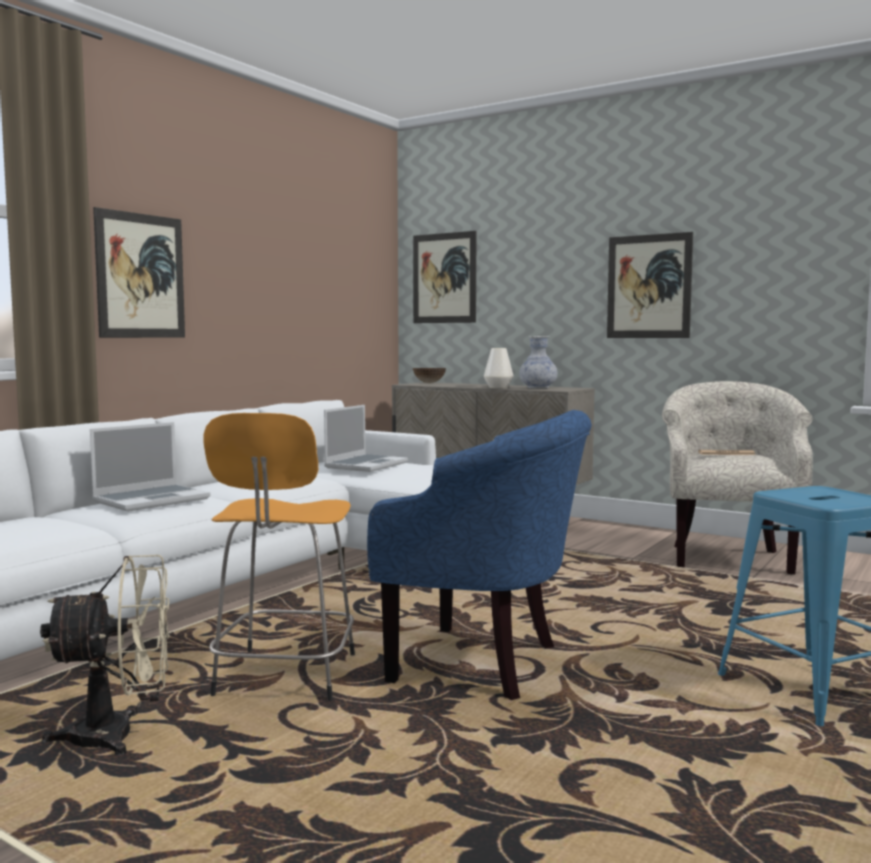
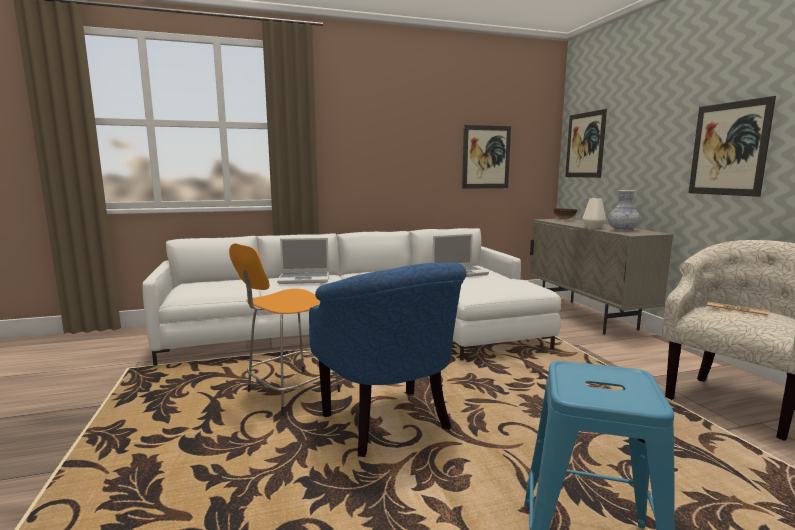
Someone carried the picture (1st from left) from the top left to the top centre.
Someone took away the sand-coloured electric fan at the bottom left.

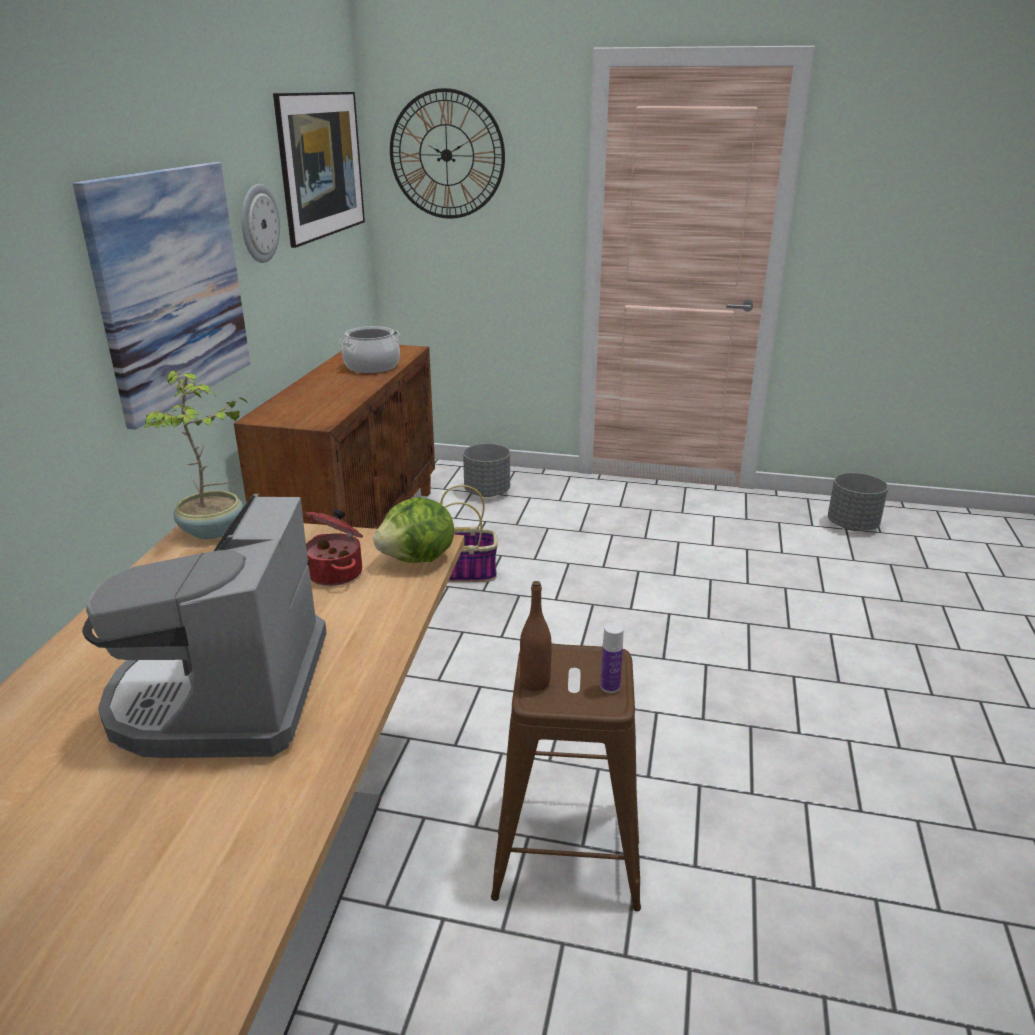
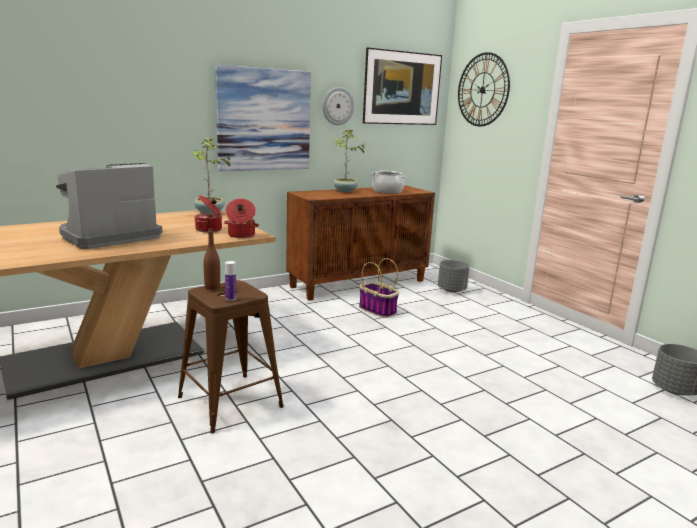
Someone swapped the lettuce at the centre for the saucepot (2nd from left) at the centre.
Someone put down the plant in a pot (2nd from left) at the top centre.

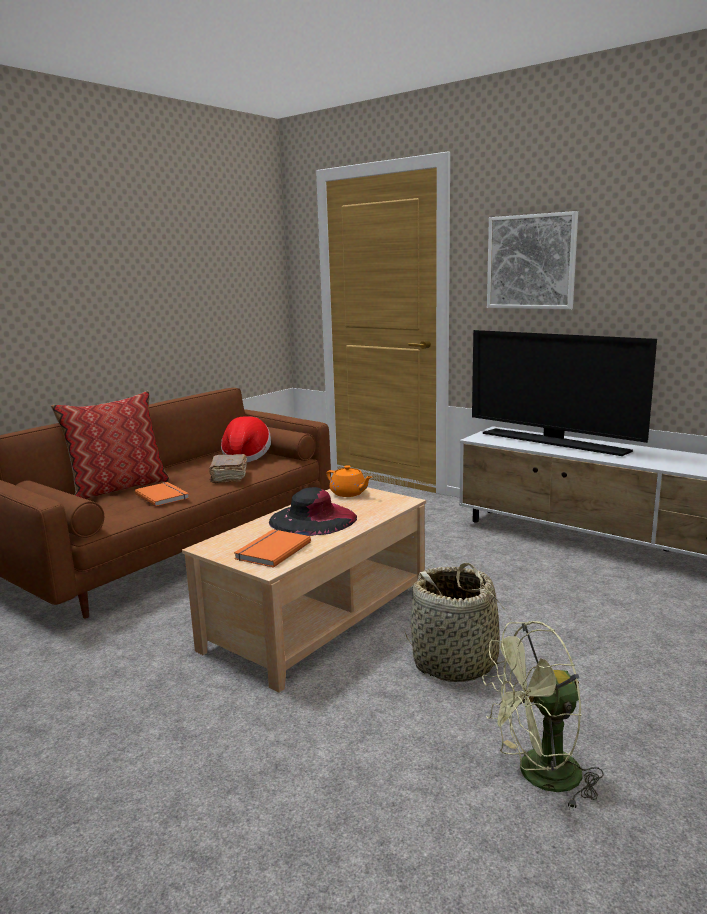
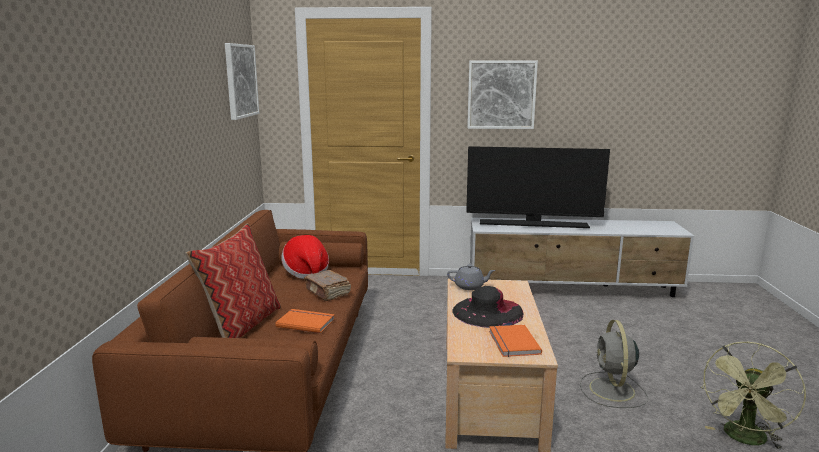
Someone put up the picture (1st from left) at the top left.
Someone repainted the orangey pot for tea at the centre, which became the gray pot for tea at the centre.
Someone swapped the storage basket at the bottom centre for the gray electric fan at the bottom right.

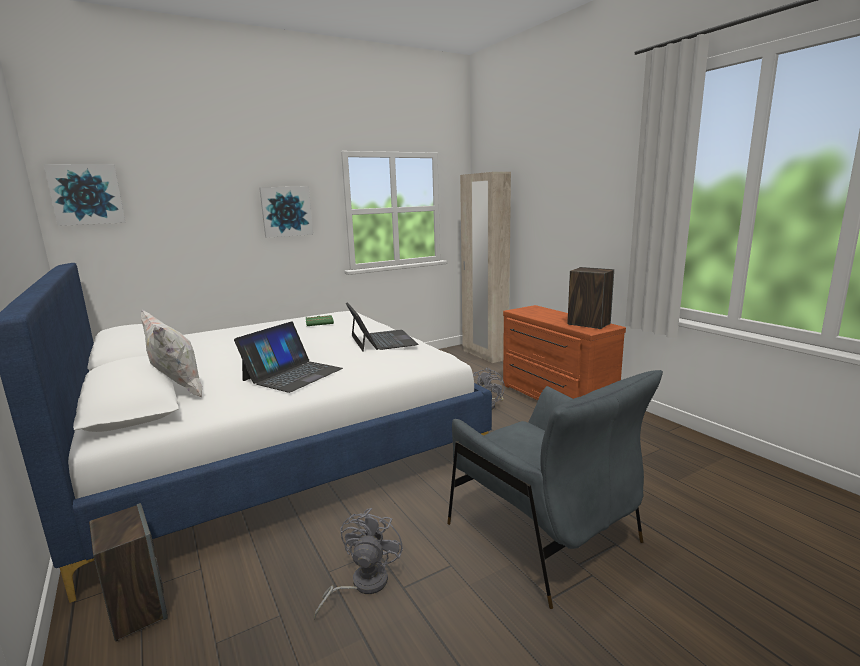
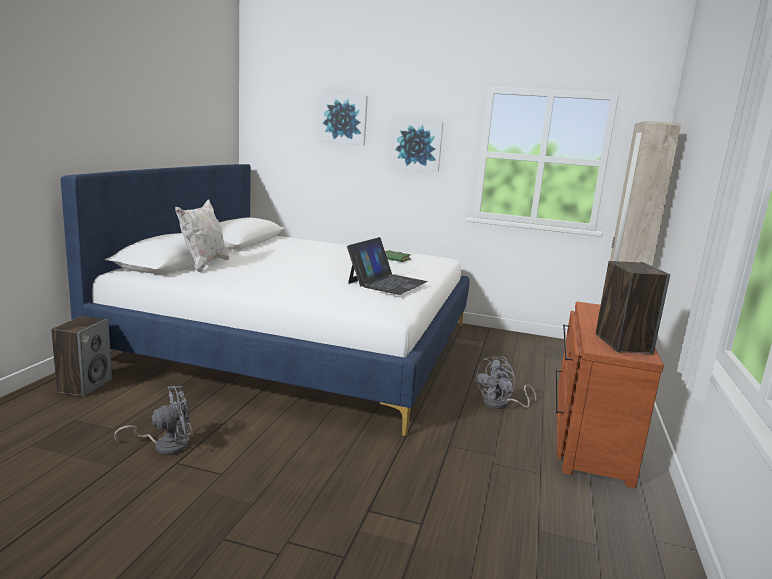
Someone carried the picture (1st from left) from the top left to the top centre.
Someone took away the notebook computer (1st from left) at the centre.
Someone took away the gray easy chair at the bottom centre.

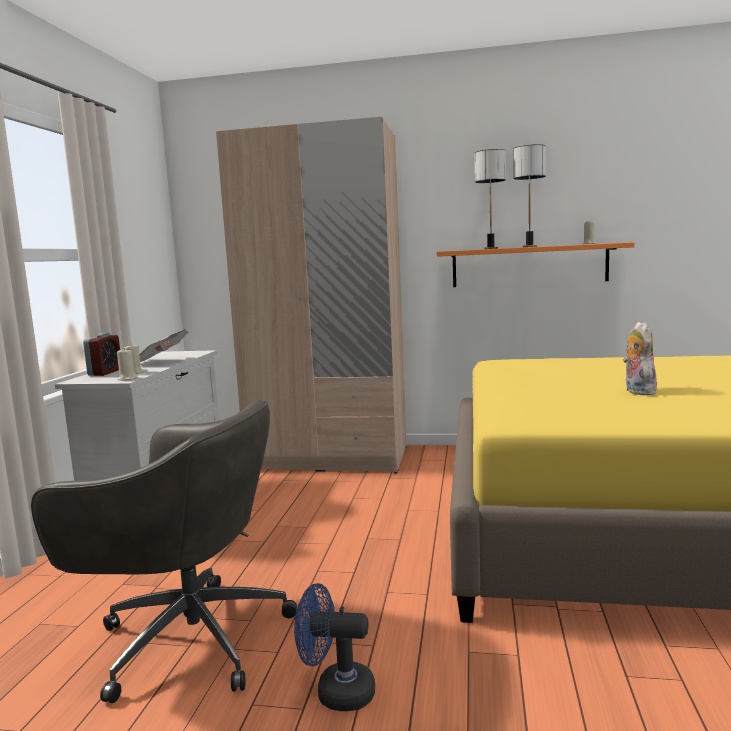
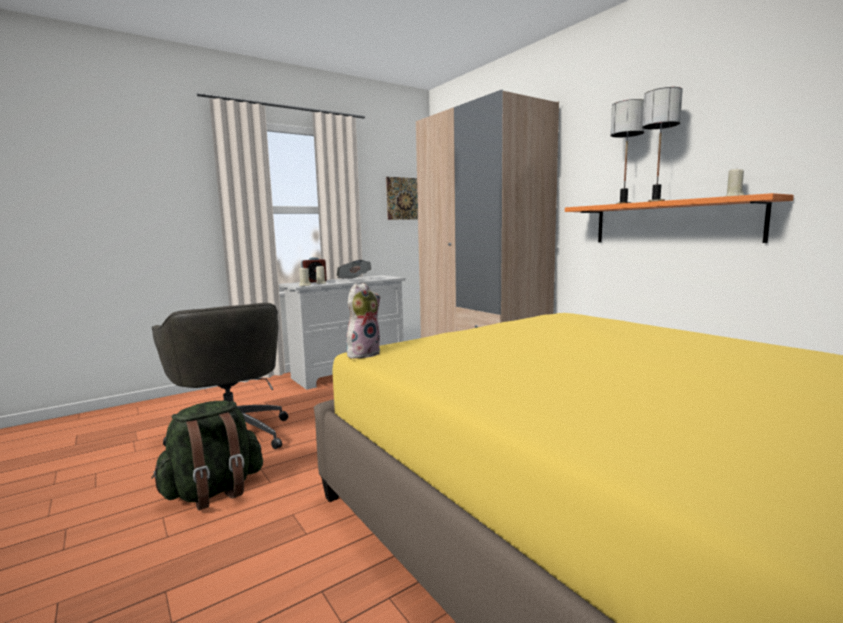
Someone swapped the blue-coloured electric fan at the bottom centre for the green backpack at the bottom left.
Someone carried the soft toy from the middle right to the centre.
Someone put up the picture at the top centre.

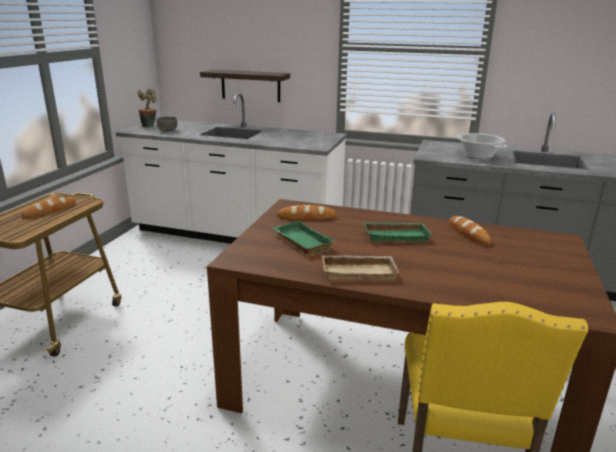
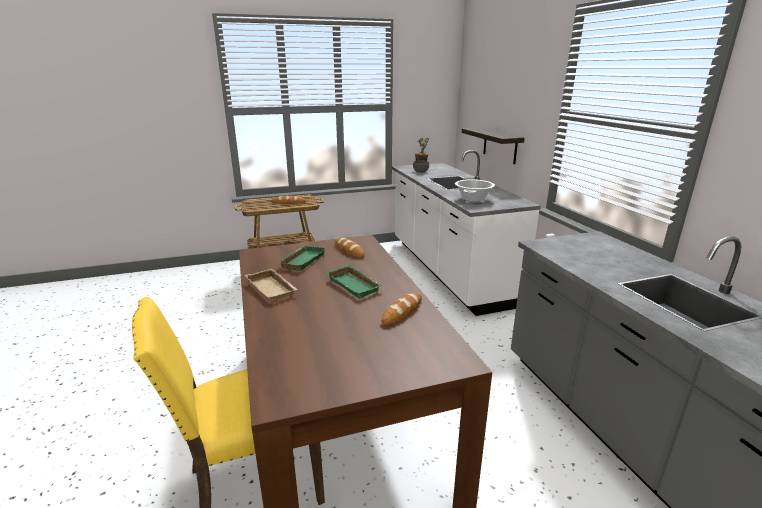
Someone carried the saucepot from the top right to the centre.

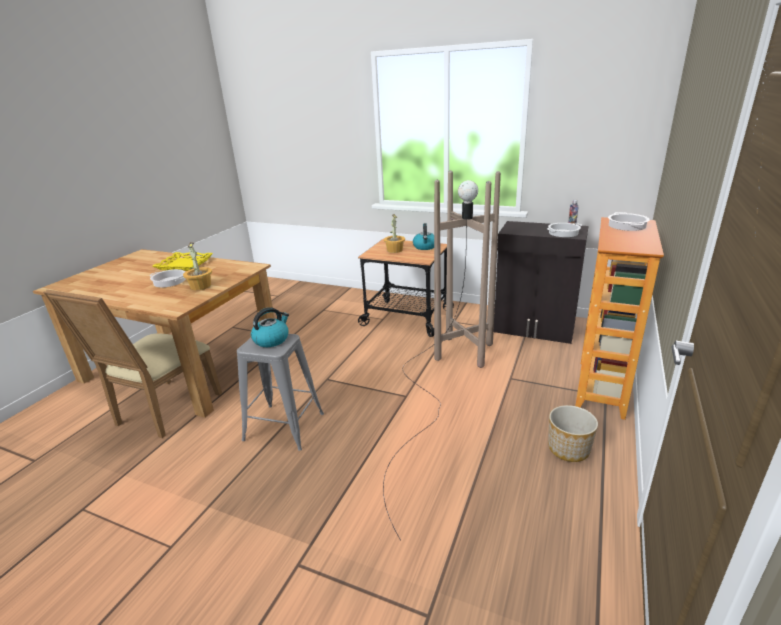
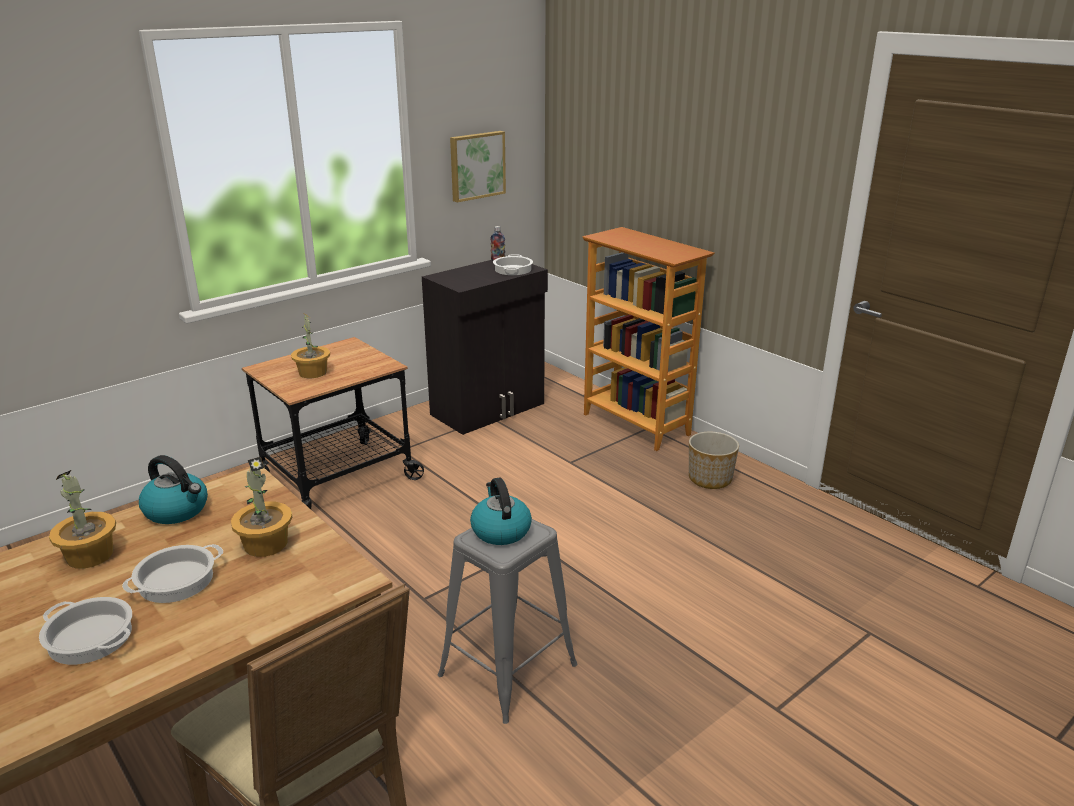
Someone carried the saucepot (3rd from left in the first image) from the middle right to the bottom left.
Someone swapped the yellow carrying tray at the middle left for the plant in a pot (1st from left) at the middle left.
Someone carried the kettle (2nd from left in the first image) from the centre to the middle left.
Someone put up the picture at the top centre.
Someone took away the brown standing lamp at the centre.

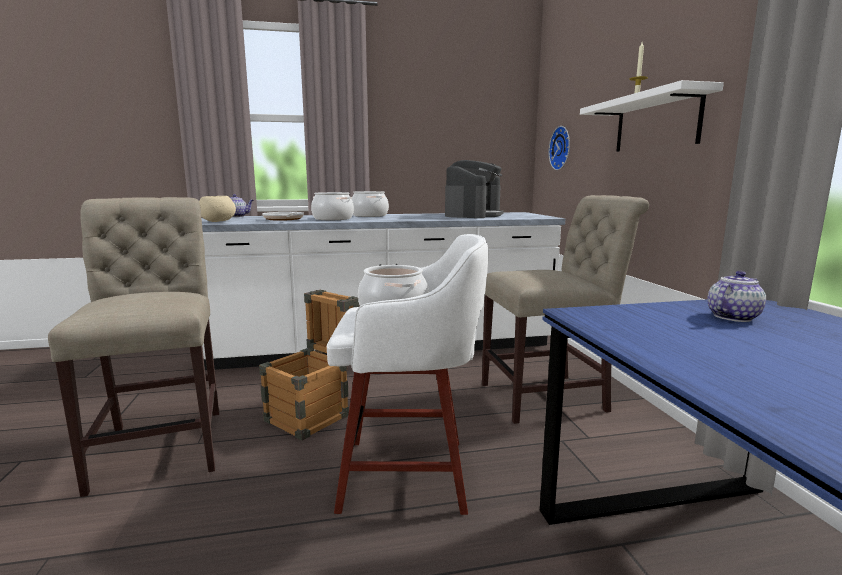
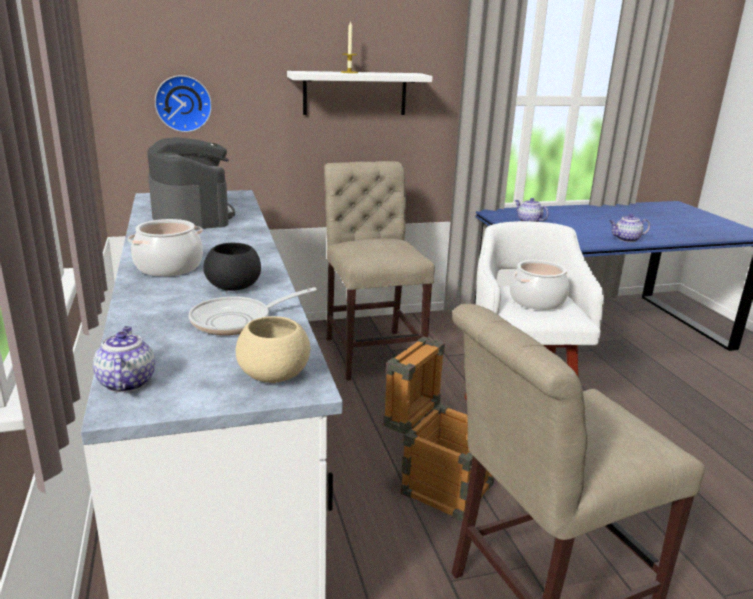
Someone rotated the coffee machine at the top centre by 45 degrees clockwise.
Someone swapped the saucepot (1st from left) at the centre for the blackish deep dish at the middle left.
Someone put down the pot for tea (3rd from left) at the middle right.

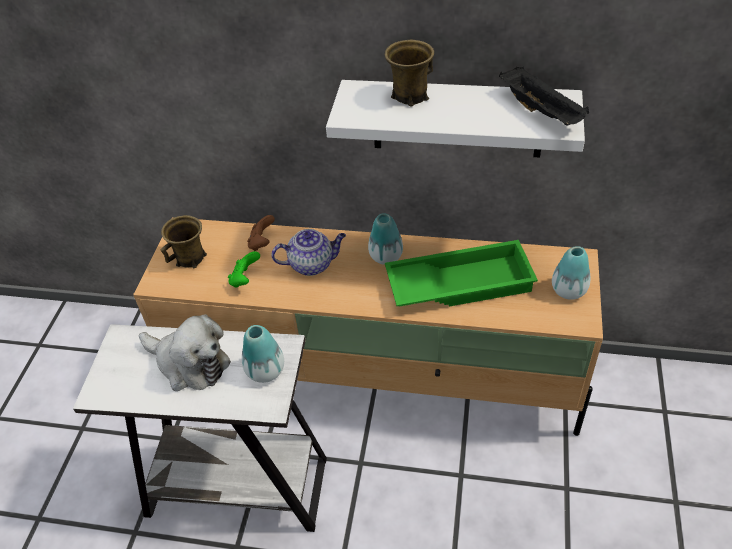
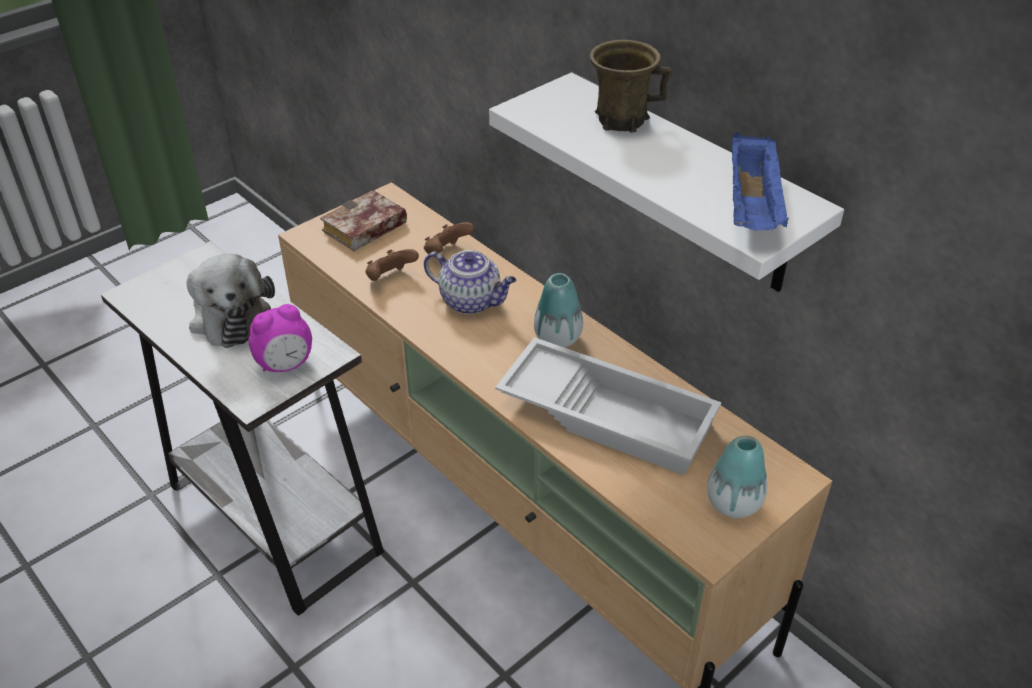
Someone swapped the decorative vase (1st from left) at the centre for the table clock at the middle left.
Someone swapped the brown mug (1st from left) at the middle left for the bound book at the top centre.
Someone repainted the green gamepad at the centre, which became the brown gamepad (1st from left) at the centre.
Someone repainted the green carrying tray at the centre, which became the whitish carrying tray at the centre.
Someone repainted the blackish carrying tray at the top right, which became the blue-coloured carrying tray at the top right.

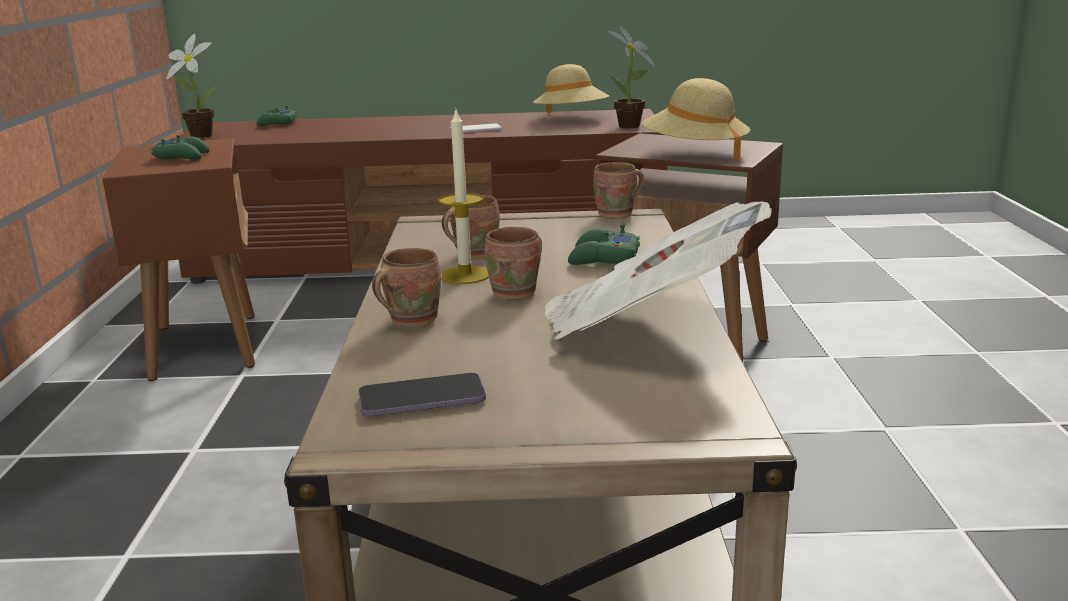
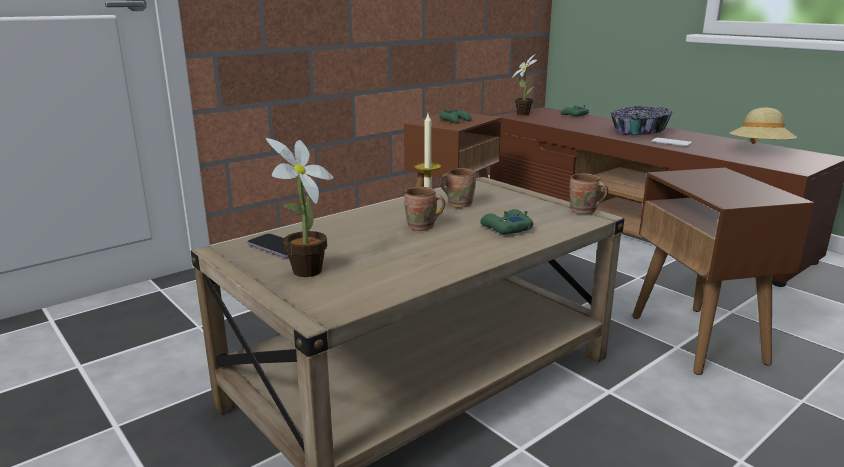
Someone carried the plant in a pot (2nd from left in the first image) from the top centre to the centre.
Someone put down the deep dish at the top right.
Someone took away the brown mug (1st from left) at the centre.
Someone took away the printed paper at the centre.
Someone took away the sand-coloured wearable hat (2nd from left) at the top centre.

